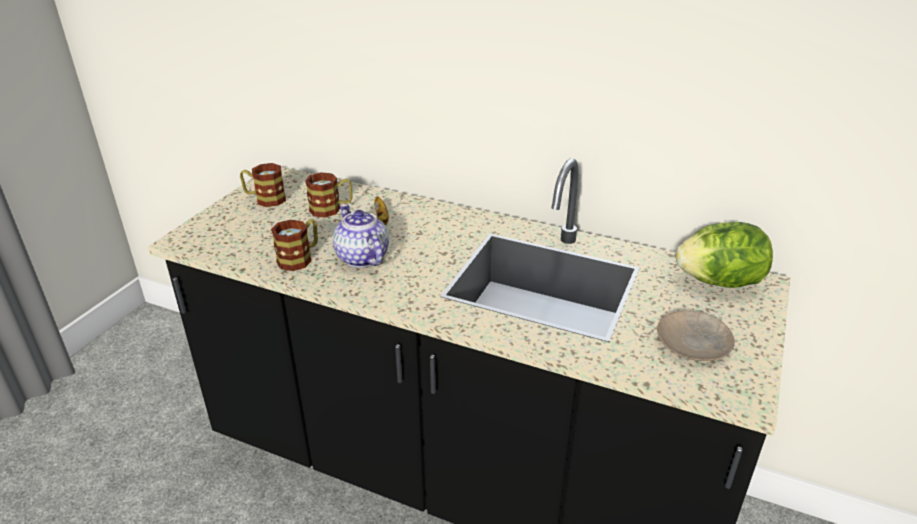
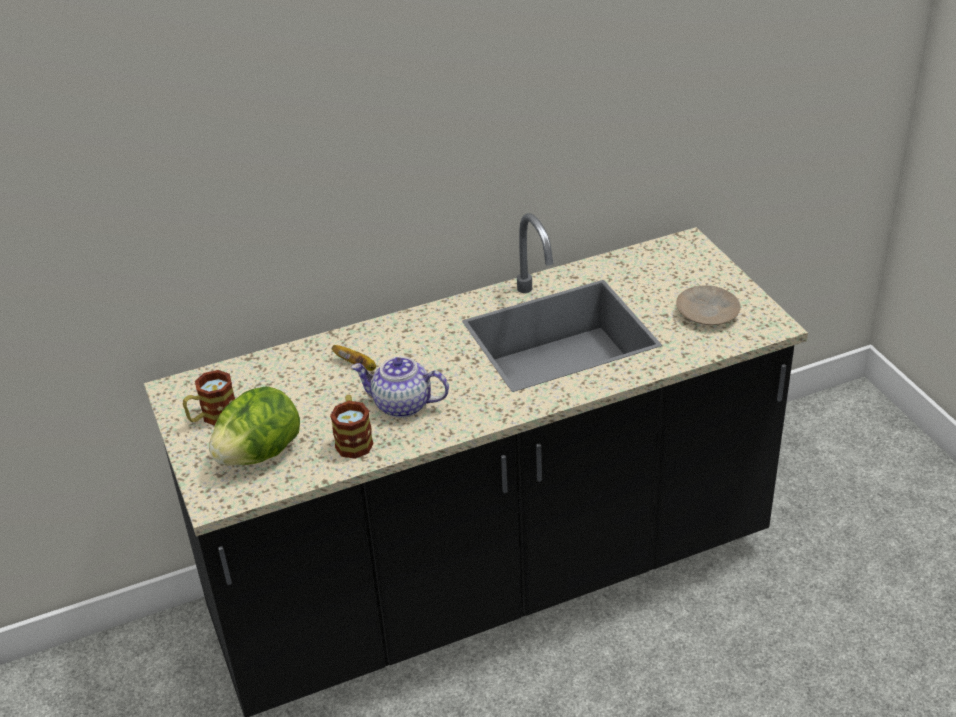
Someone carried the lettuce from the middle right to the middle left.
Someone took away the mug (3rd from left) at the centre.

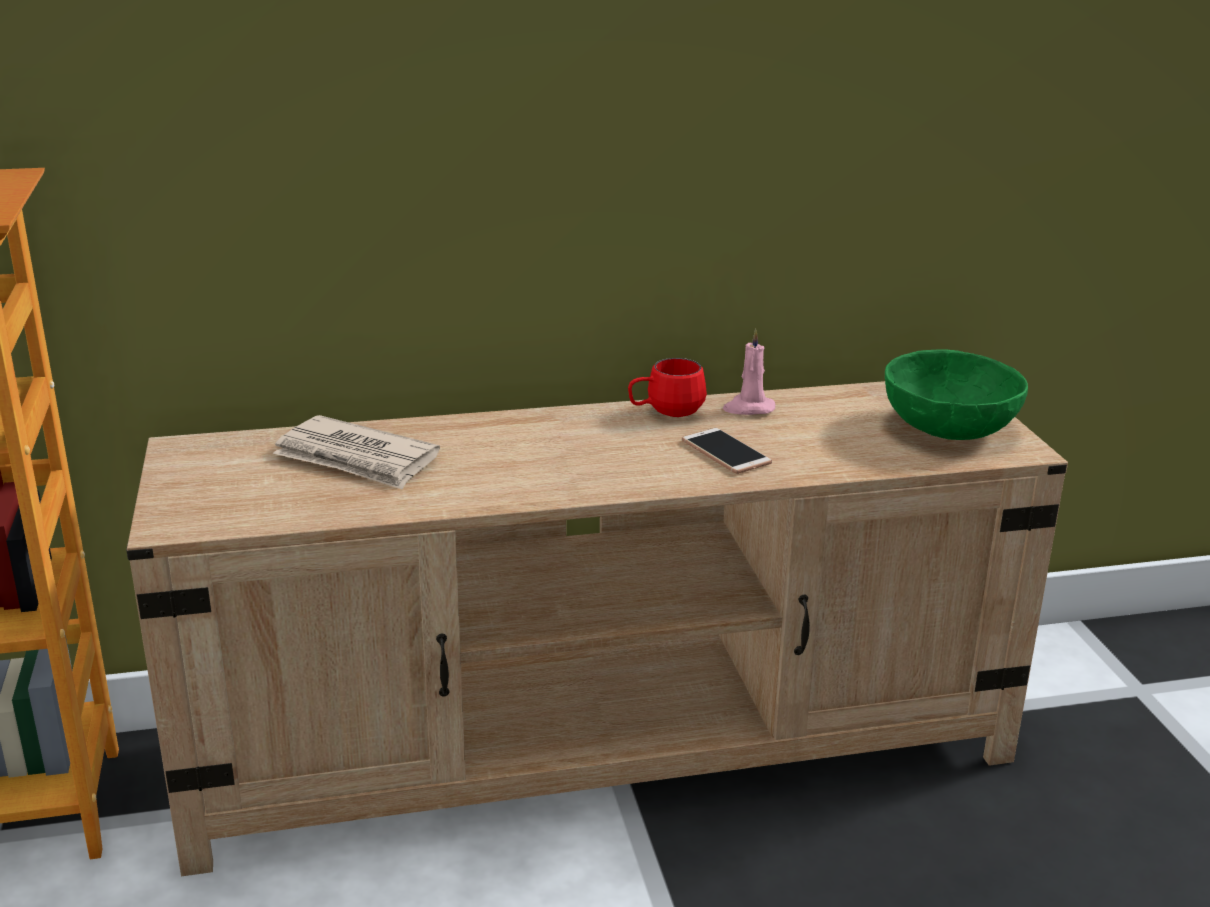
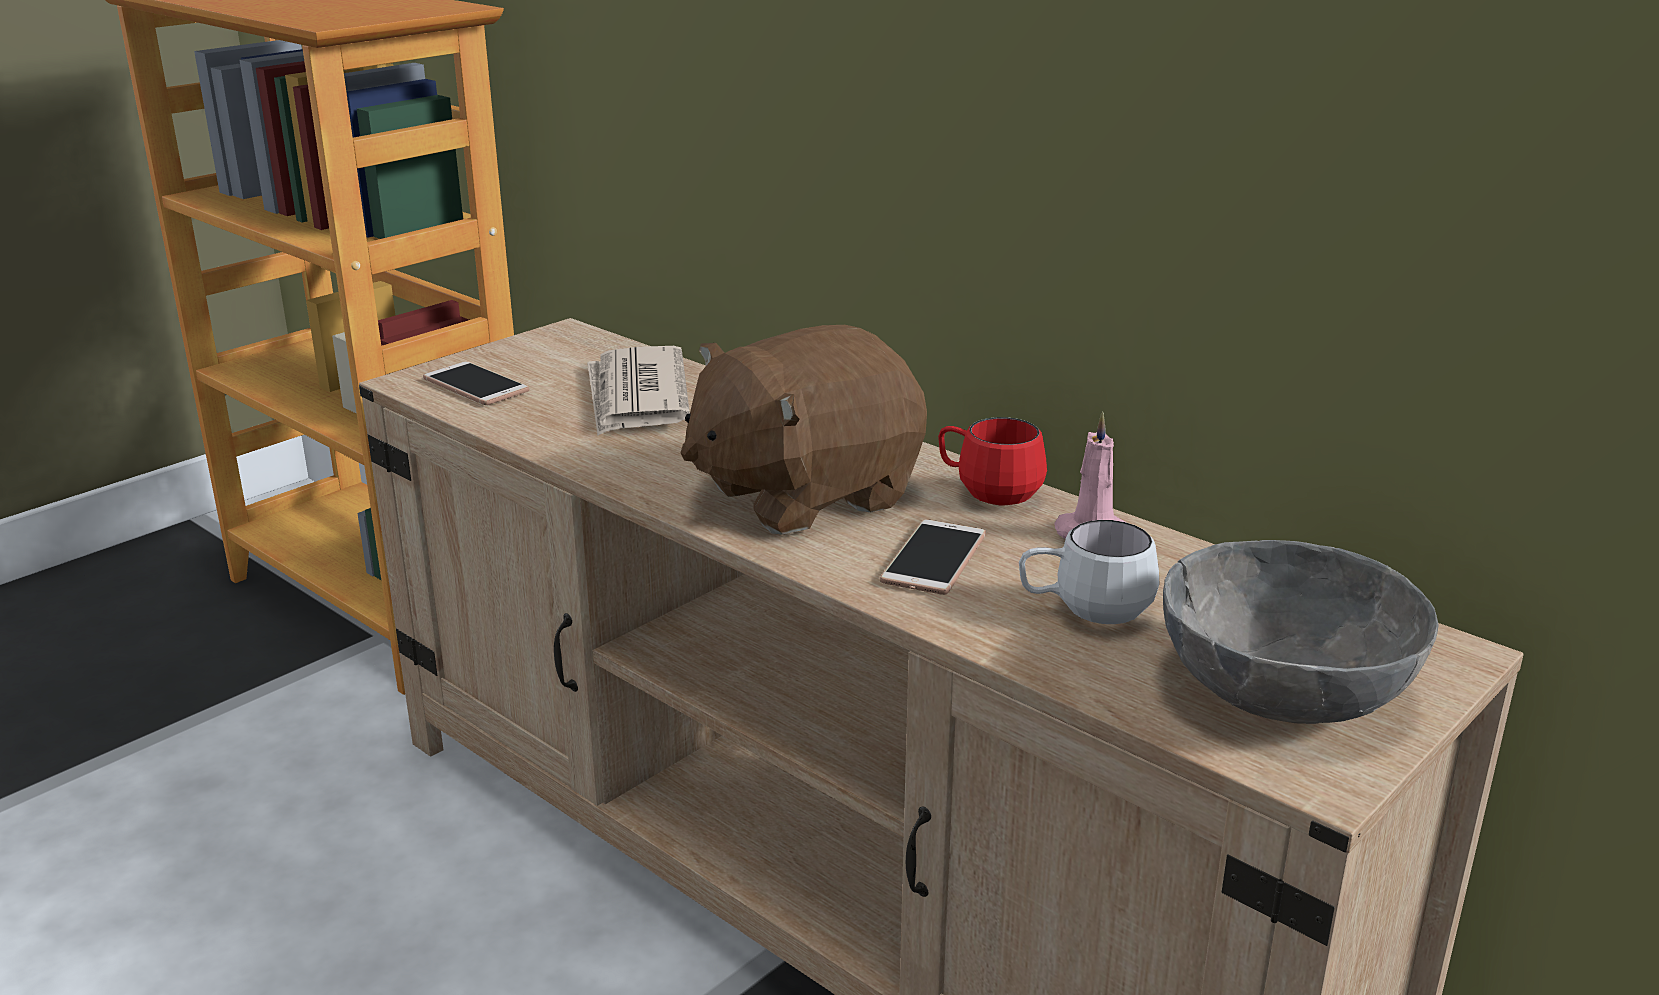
Someone put down the phone (1st from left) at the middle left.
Someone put down the brown soft toy at the centre.
Someone put down the whitish mug at the centre.
Someone repainted the green deep dish at the middle right, which became the gray deep dish at the middle right.

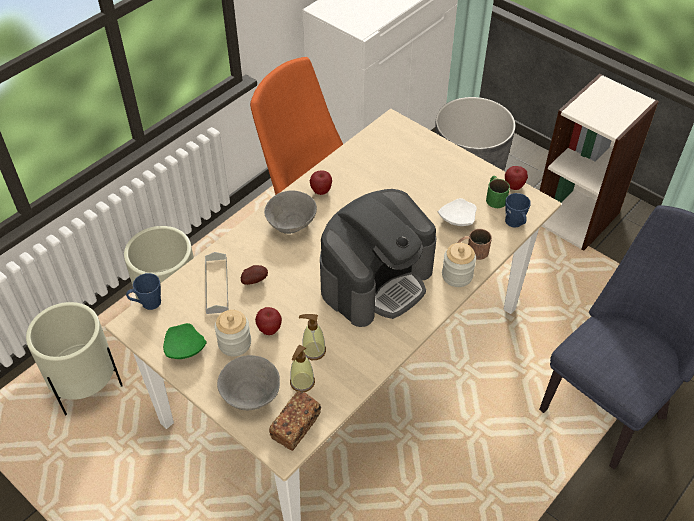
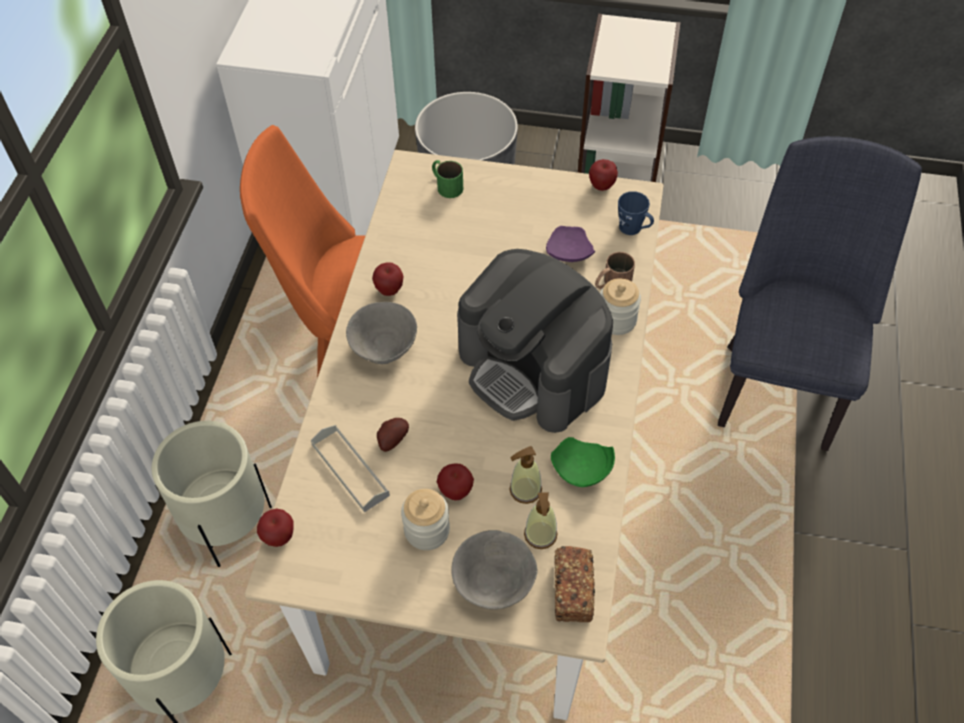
Someone swapped the blue-coloured mug (1st from left) at the middle left for the whole apple (1st from left) at the bottom left.
Someone carried the green mug from the middle right to the top centre.
Someone rotated the coffee machine at the centre by 120 degrees clockwise.
Someone repainted the whitish flat dish at the centre, which became the purplish flat dish at the centre.
Someone carried the green flat dish from the middle left to the centre.

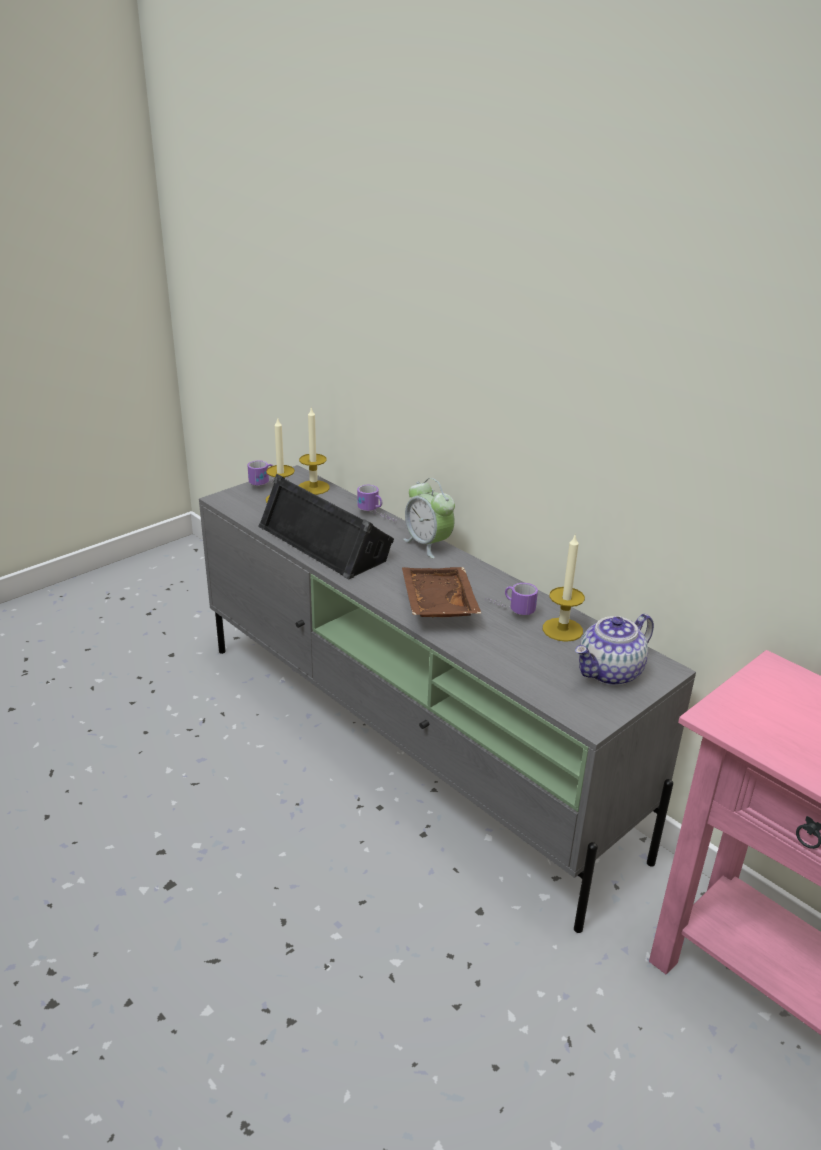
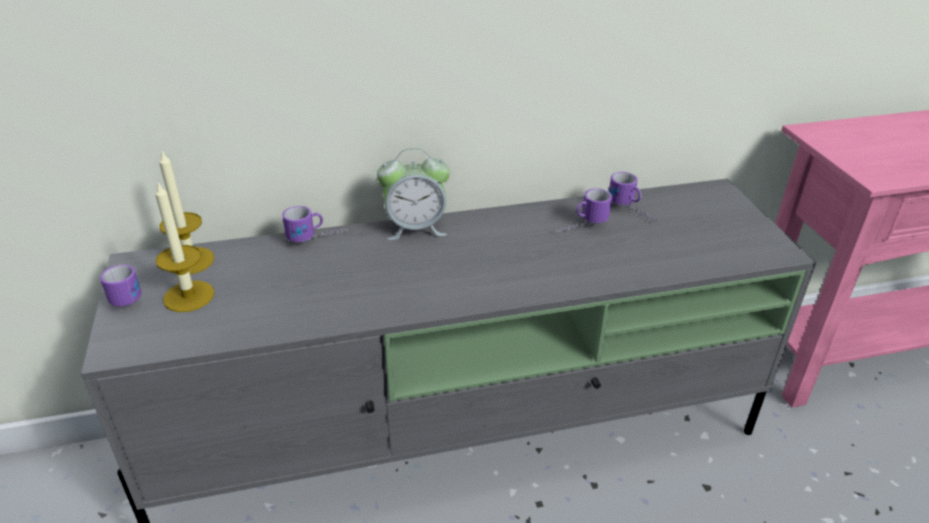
Someone swapped the candle (3rd from left) at the middle right for the mug (4th from left) at the middle right.
Someone took away the blackish loudspeaker at the centre.
Someone took away the brown carrying tray at the centre.
Someone took away the pot for tea at the middle right.

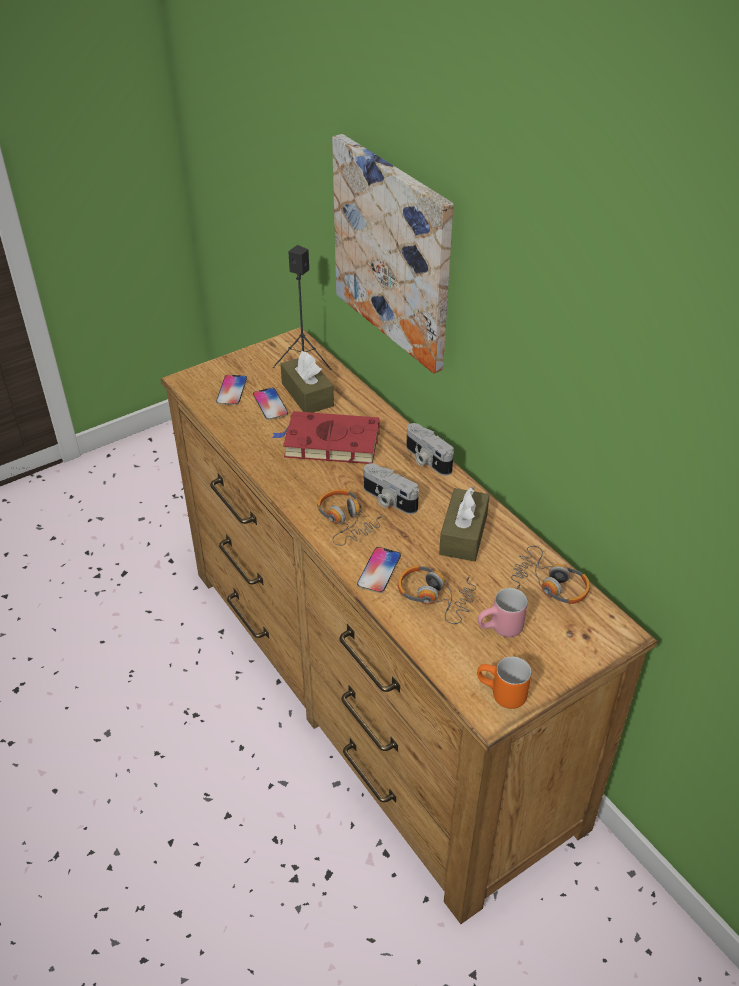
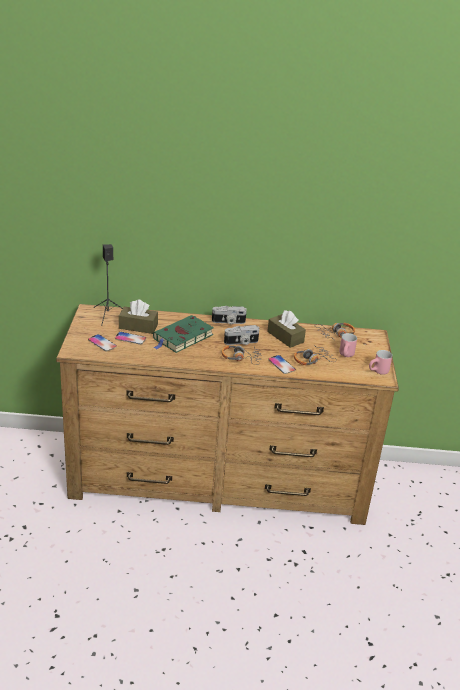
Someone repainted the reddish bound book at the centre, which became the green bound book at the centre.
Someone repainted the orangey mug at the bottom right, which became the pinkish mug (2nd from left) at the middle right.
Someone took away the picture at the top centre.

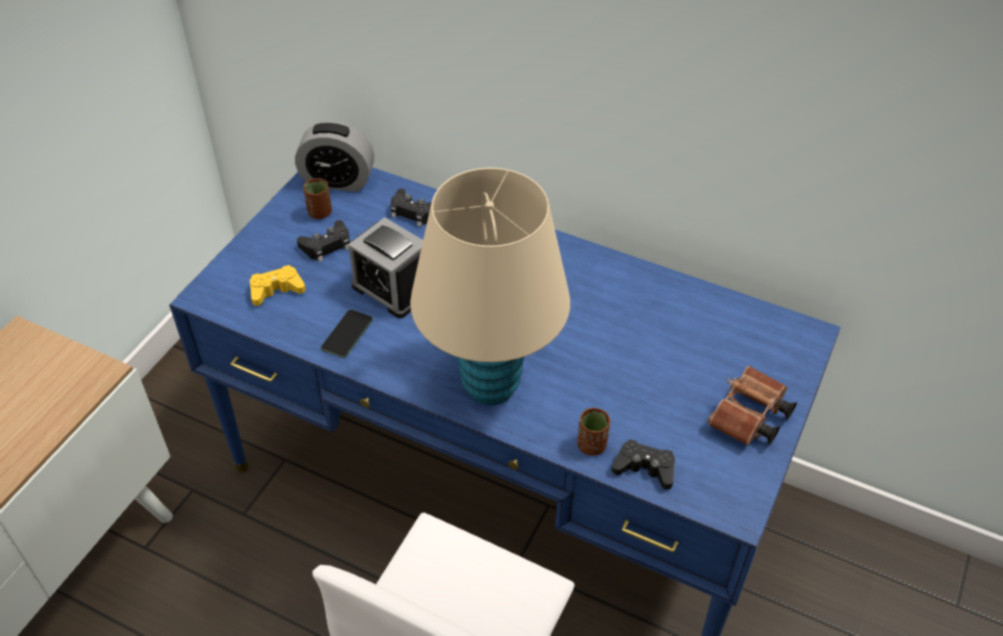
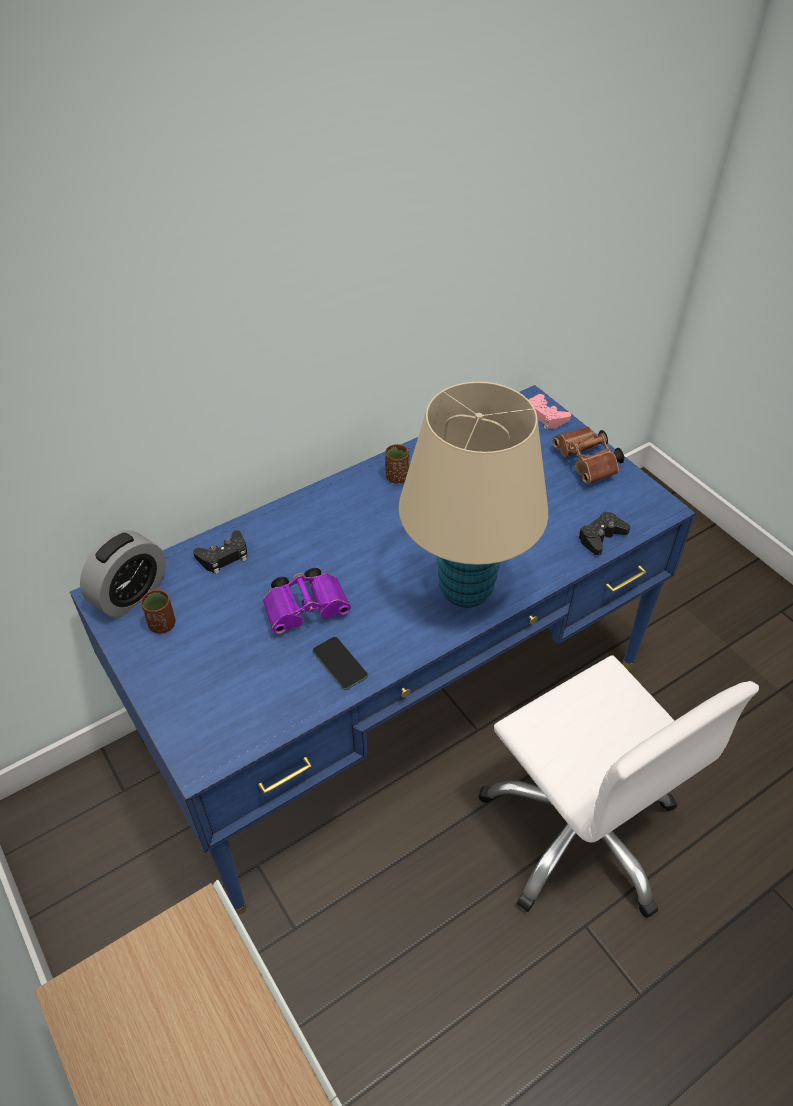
Someone swapped the table clock (2nd from left) at the centre for the purplish binoculars at the centre.
Someone carried the brown small cup (2nd from left) from the bottom centre to the centre.
Someone put down the pinkish gamepad at the middle right.
Someone took away the yellow gamepad at the middle left.
Someone took away the blackish gamepad (1st from left) at the middle left.

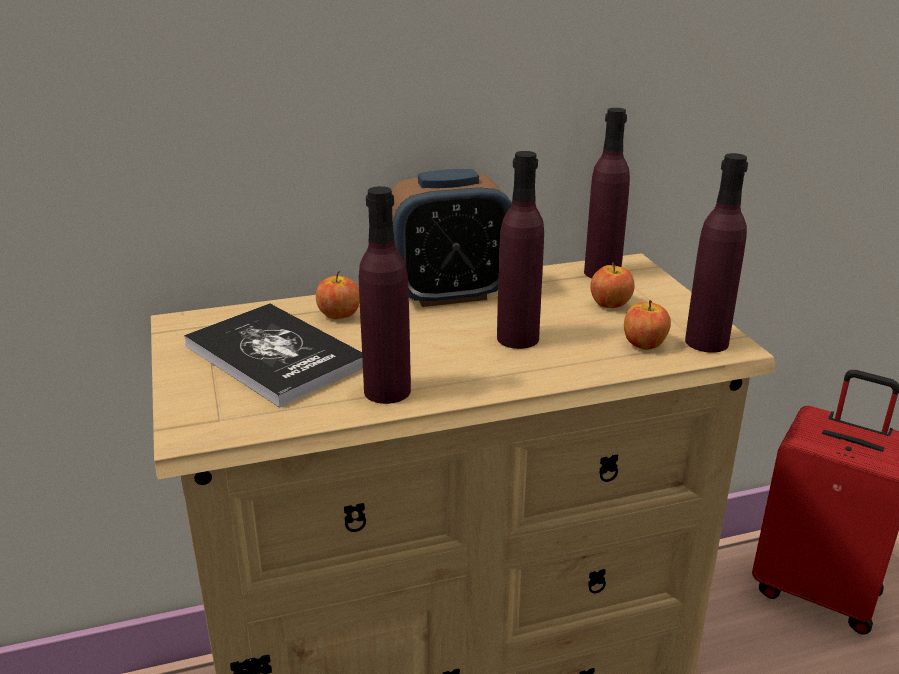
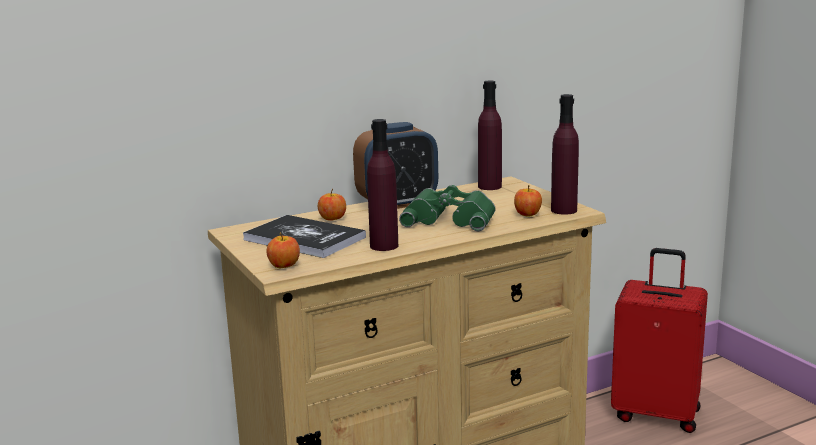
Someone carried the whole apple (2nd from left in the first image) from the middle right to the centre.
Someone swapped the purplish beverage bottle (2nd from left) at the centre for the green binoculars at the centre.

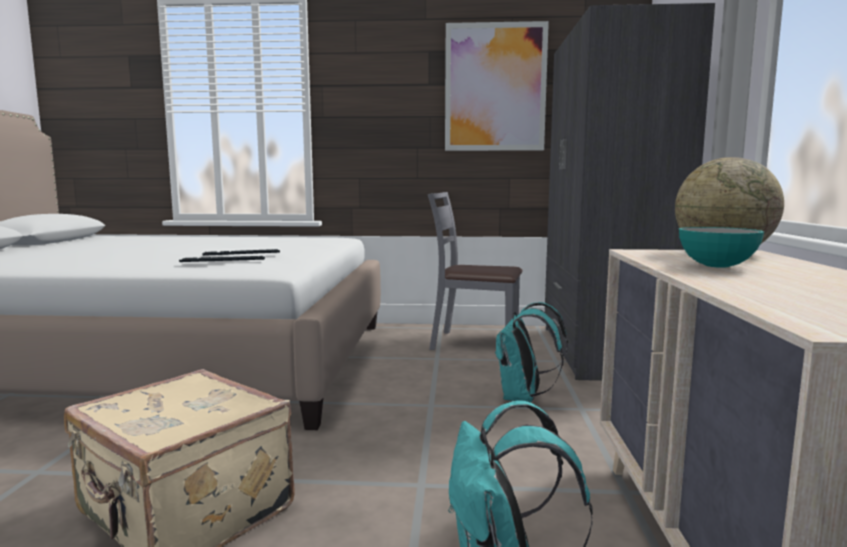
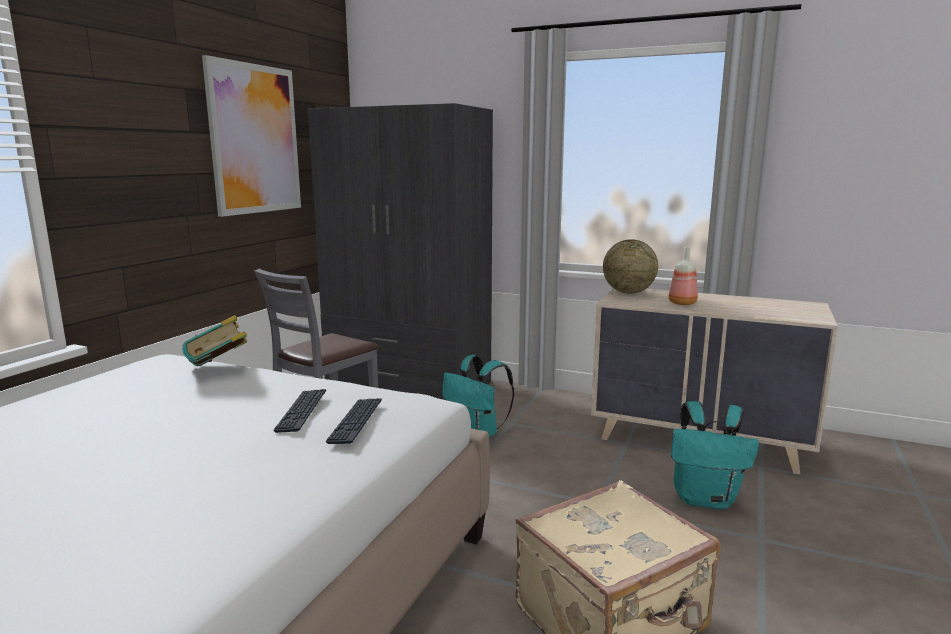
Someone put down the bound book at the middle left.
Someone swapped the deep dish at the middle right for the beverage bottle at the middle right.

